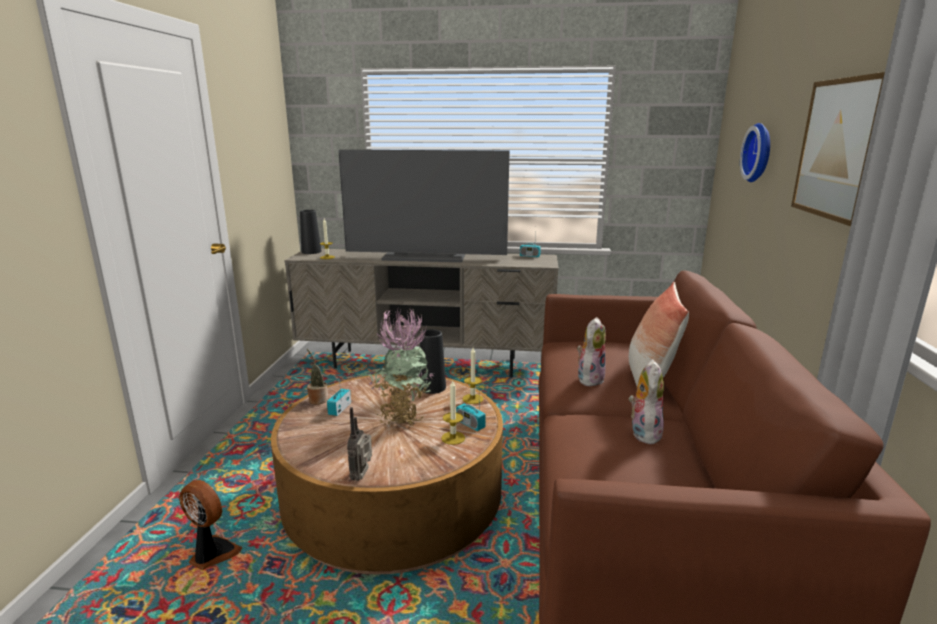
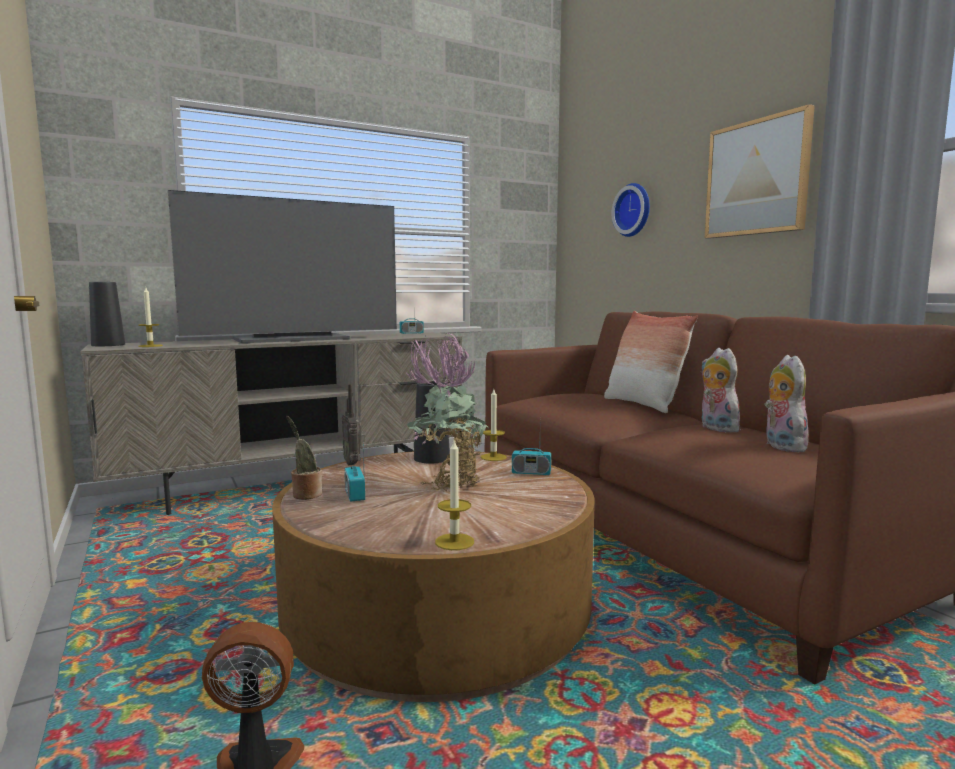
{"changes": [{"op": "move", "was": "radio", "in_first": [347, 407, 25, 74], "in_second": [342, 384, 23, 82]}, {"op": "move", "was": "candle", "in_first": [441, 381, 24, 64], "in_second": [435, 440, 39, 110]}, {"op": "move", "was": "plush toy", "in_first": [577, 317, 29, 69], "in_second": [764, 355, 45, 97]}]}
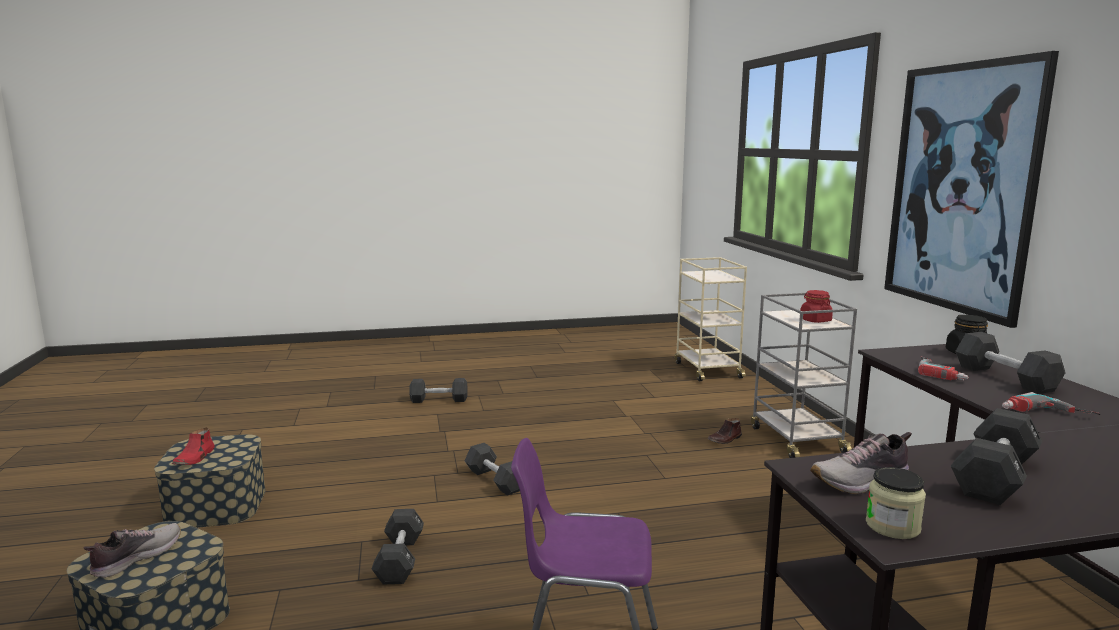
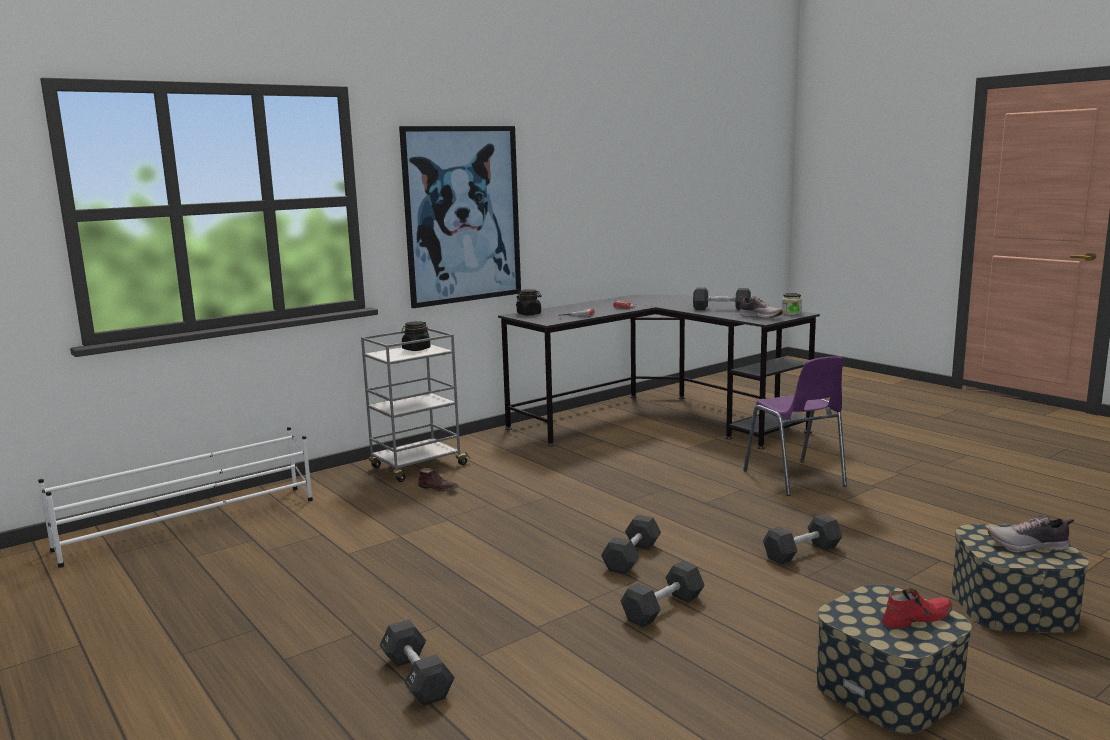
{"changes": [{"op": "replace", "was": "sand-coloured cart", "now": "white shoe rack", "in_first": [675, 257, 72, 124], "in_second": [38, 427, 275, 141]}, {"op": "recolor", "was": "red-coloured storage jar", "now": "blackish storage jar", "in_first": [800, 290, 33, 33], "in_second": [401, 321, 29, 30]}, {"op": "move", "was": "blackish free weight", "in_first": [956, 332, 110, 62], "in_second": [621, 561, 84, 66]}]}
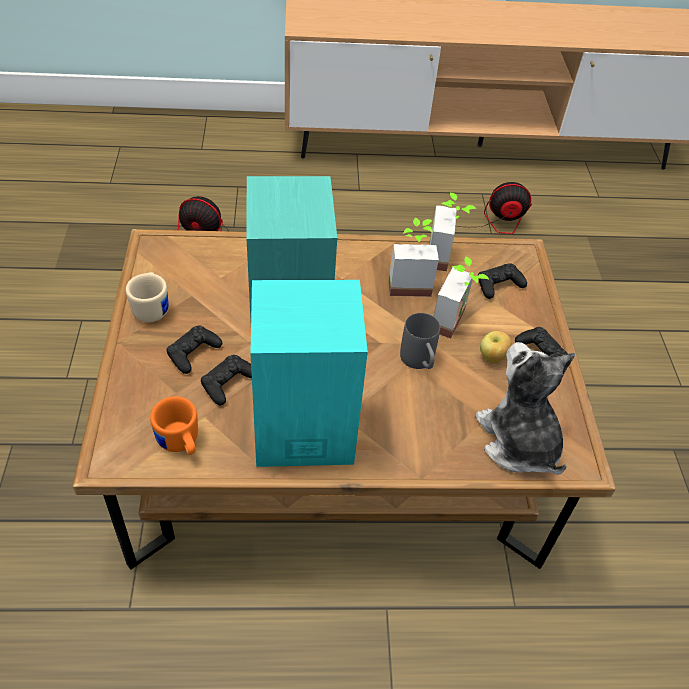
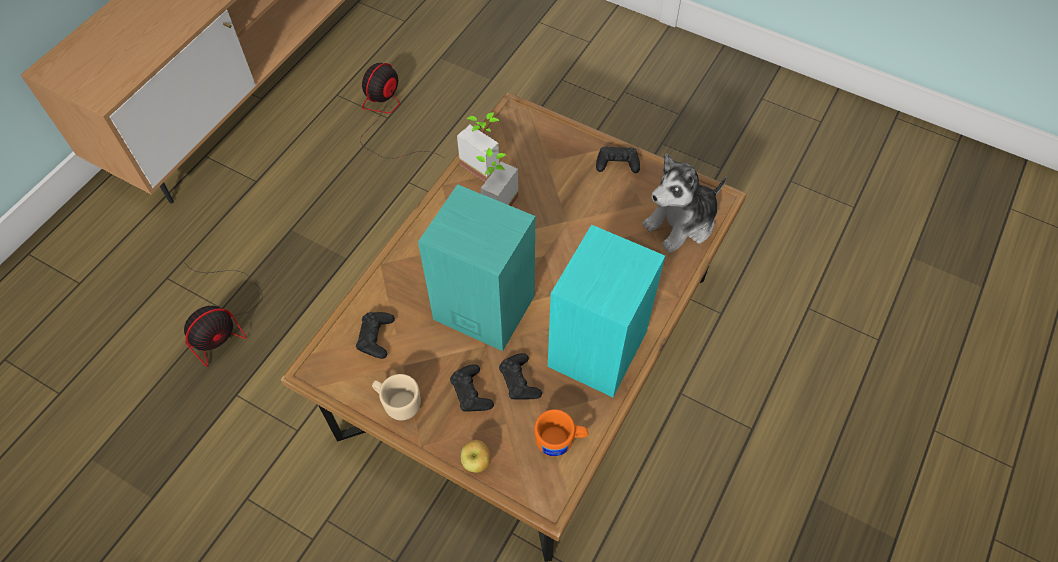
{"changes": [{"op": "delete", "was": "greyish coffee mug", "in_first": [400, 313, 40, 56]}, {"op": "delete", "was": "houseplant", "in_first": [433, 257, 56, 81]}, {"op": "rotate", "was": "plush toy", "in_first": [475, 342, 100, 133], "in_second": [642, 153, 85, 100], "clockwise": -45}, {"op": "move", "was": "blackish gamepad", "in_first": [478, 264, 49, 35], "in_second": [356, 312, 39, 47]}, {"op": "move", "was": "apple fruit", "in_first": [480, 331, 32, 33], "in_second": [461, 440, 30, 33]}]}
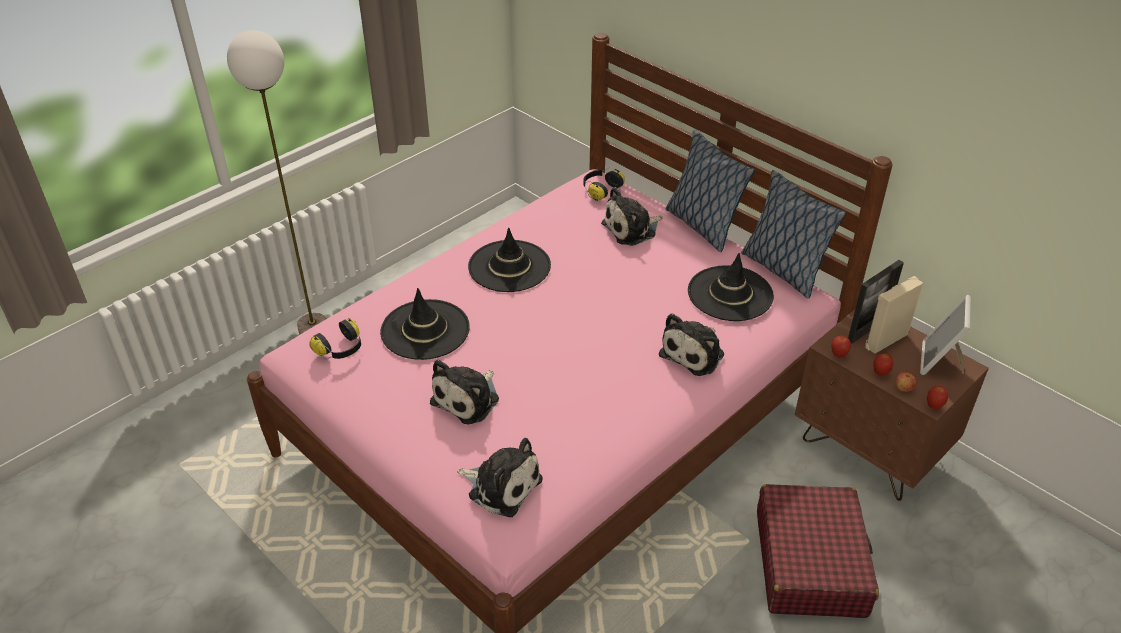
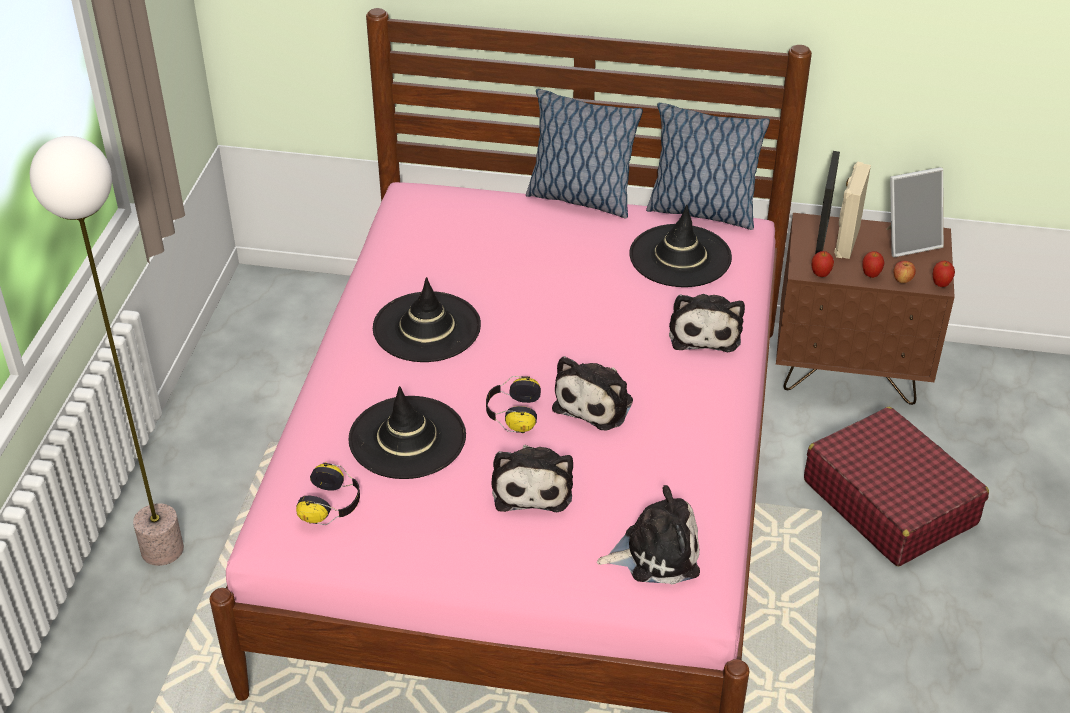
{"changes": [{"op": "move", "was": "pair of headphones", "in_first": [583, 167, 42, 34], "in_second": [486, 376, 55, 57]}, {"op": "move", "was": "plush toy", "in_first": [601, 187, 61, 59], "in_second": [552, 356, 81, 75]}, {"op": "rotate", "was": "standing frame", "in_first": [920, 295, 51, 80], "in_second": [886, 167, 58, 90], "clockwise": -90}]}
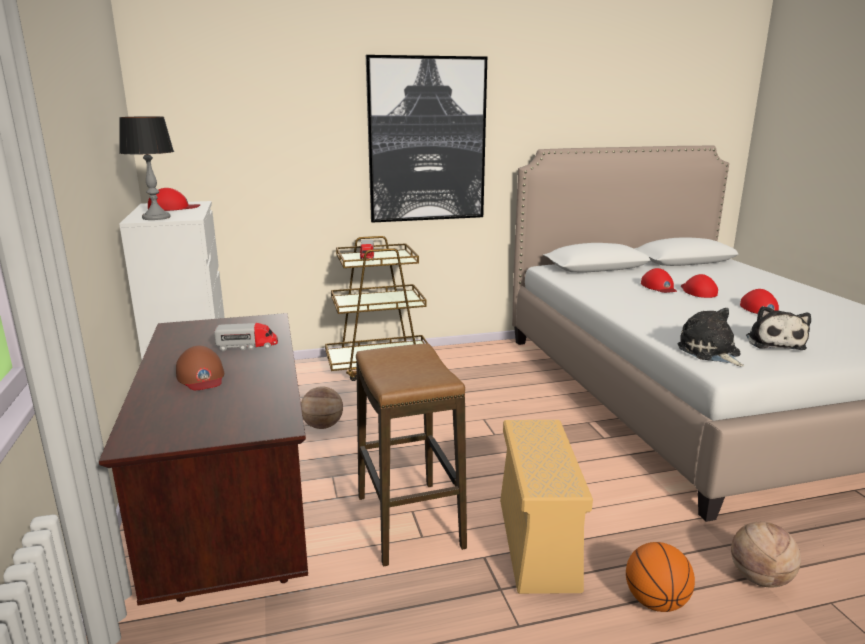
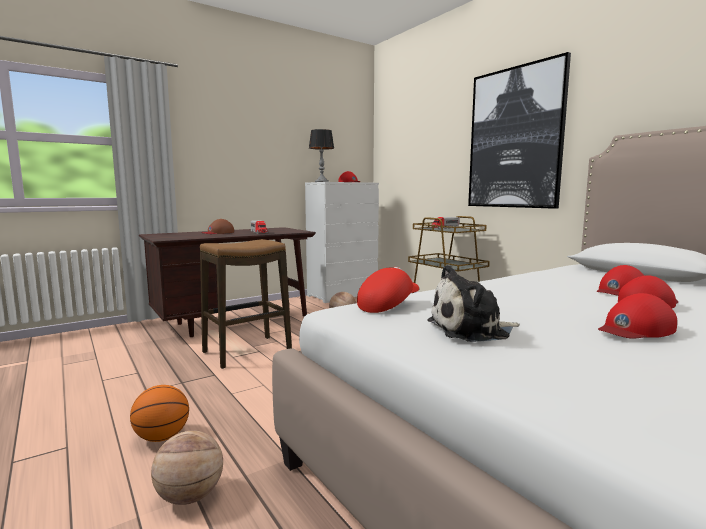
{"changes": [{"op": "delete", "was": "sand-coloured storage bin", "in_first": [500, 420, 93, 174]}, {"op": "replace", "was": "plush toy", "now": "red-coloured cap", "in_first": [678, 308, 66, 59], "in_second": [357, 267, 62, 46]}]}
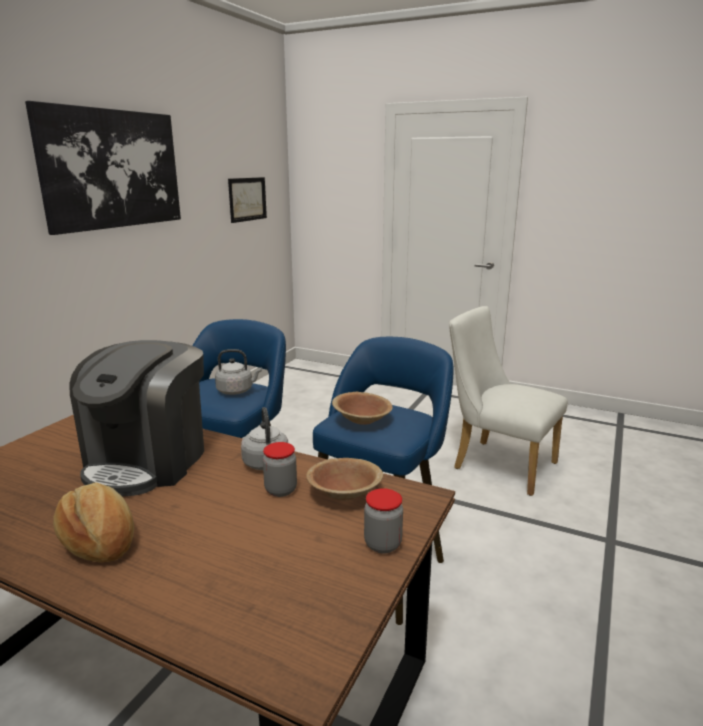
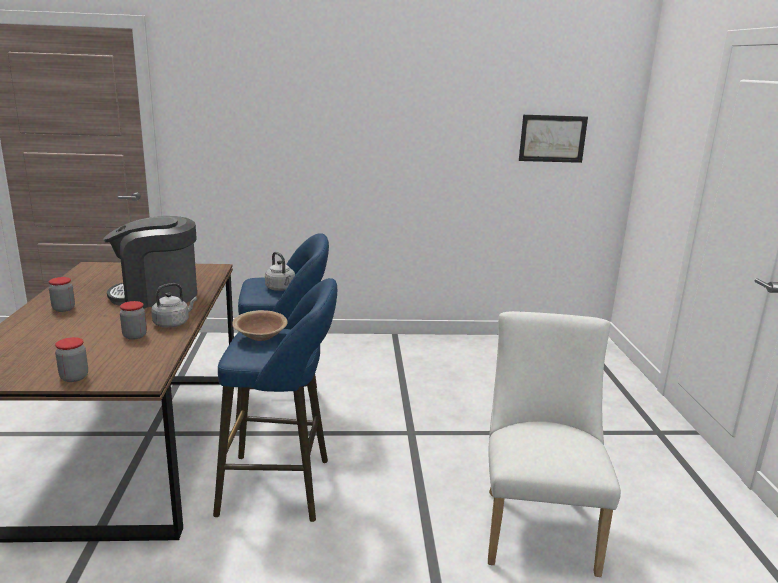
{"changes": [{"op": "delete", "was": "wall art", "in_first": [25, 101, 156, 134]}, {"op": "replace", "was": "bread", "now": "storage jar", "in_first": [53, 482, 81, 80], "in_second": [49, 277, 26, 35]}, {"op": "delete", "was": "brownish deep dish", "in_first": [306, 458, 77, 43]}]}
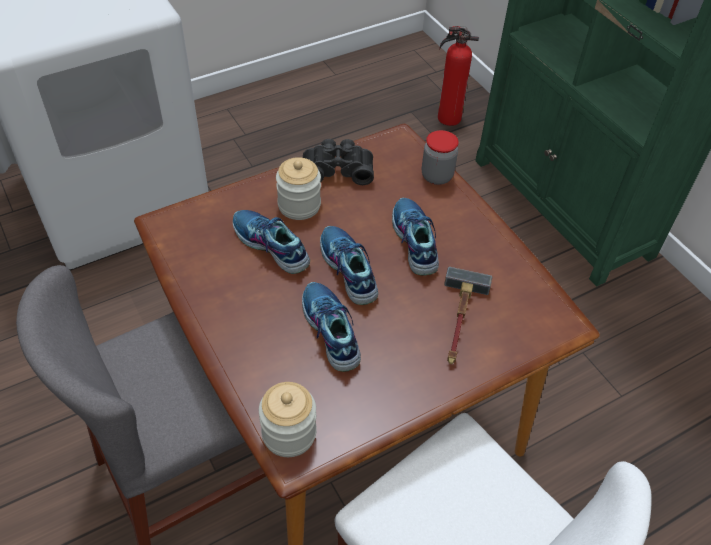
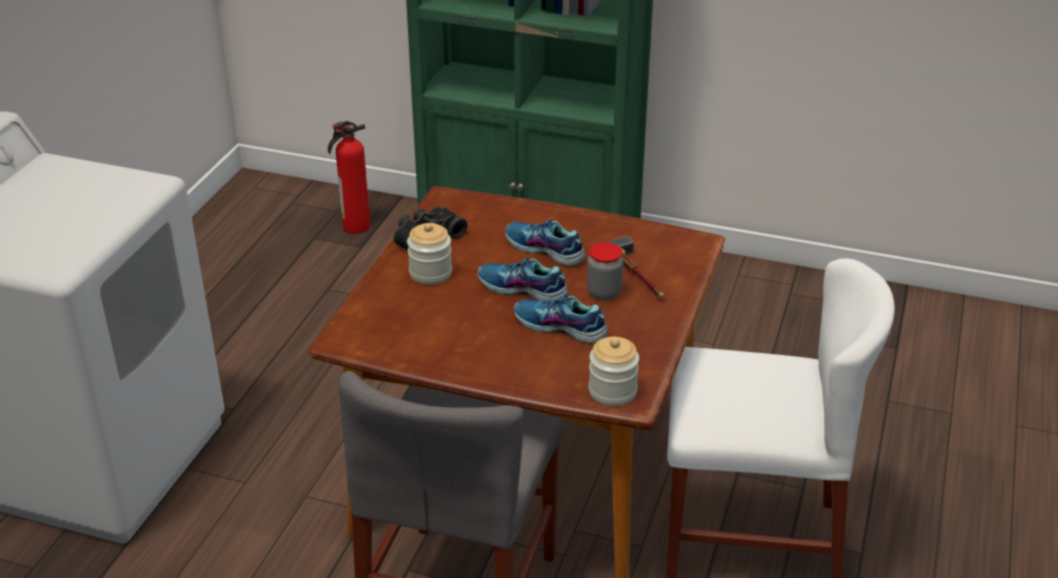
{"changes": [{"op": "delete", "was": "shoe", "in_first": [233, 210, 77, 64]}, {"op": "move", "was": "storage jar", "in_first": [422, 130, 36, 55], "in_second": [587, 243, 36, 57]}]}
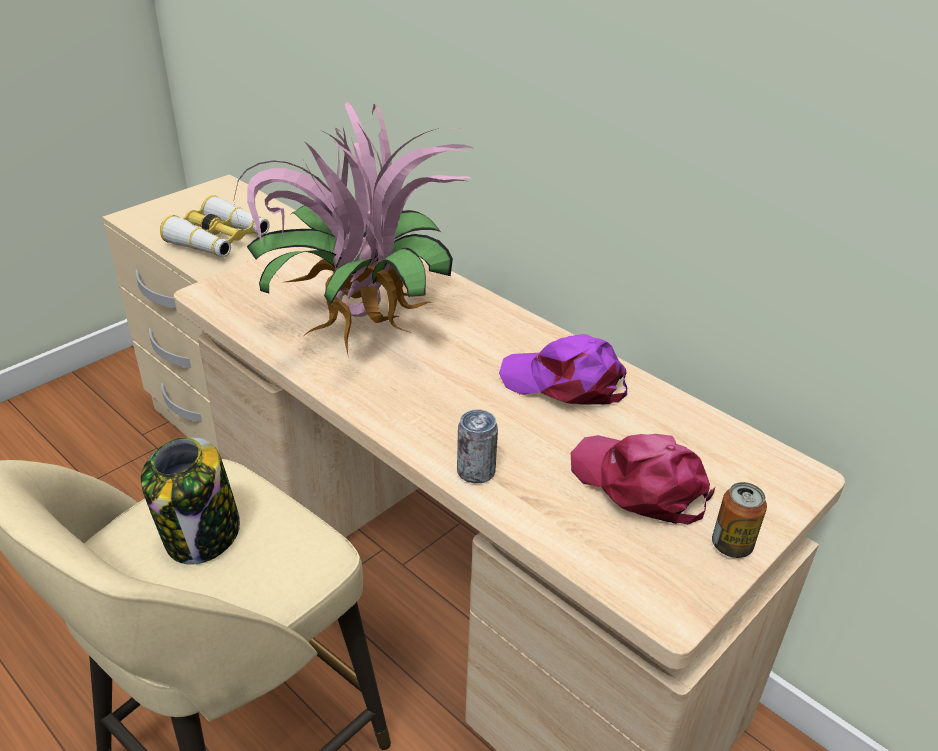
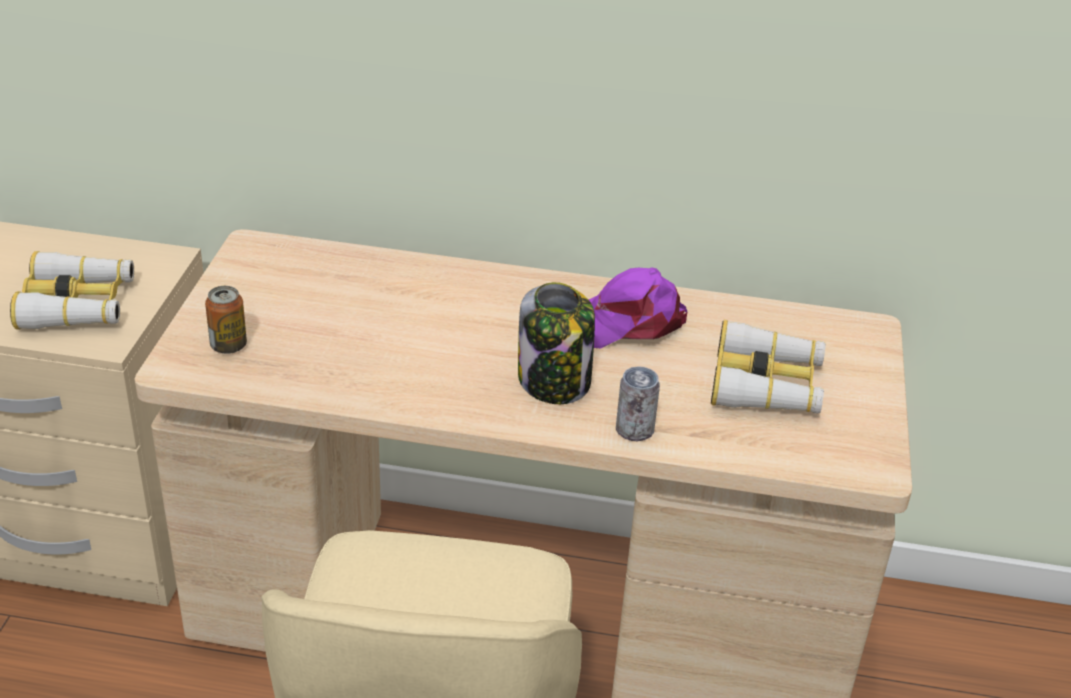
{"changes": [{"op": "move", "was": "storage jar", "in_first": [141, 437, 99, 128], "in_second": [518, 282, 77, 122]}, {"op": "delete", "was": "houseplant", "in_first": [233, 102, 242, 252]}, {"op": "replace", "was": "pinkish cap", "now": "binoculars", "in_first": [571, 434, 144, 91], "in_second": [711, 320, 115, 94]}, {"op": "move", "was": "can", "in_first": [712, 482, 55, 76], "in_second": [205, 286, 42, 68]}]}
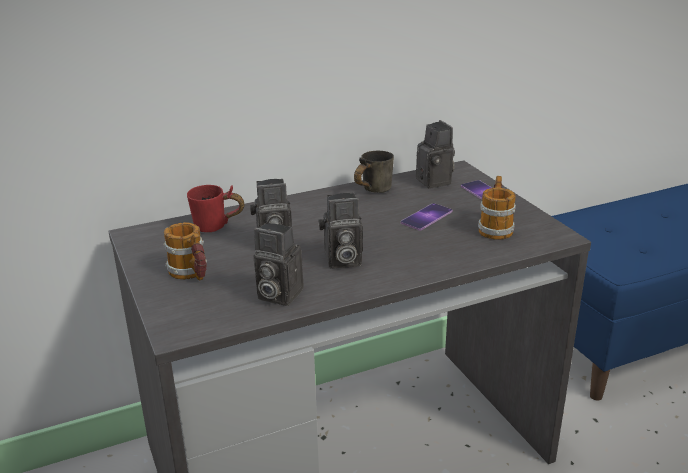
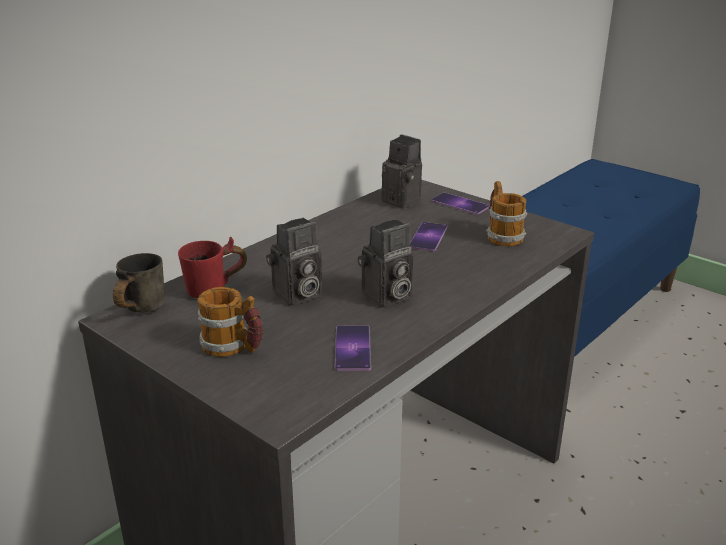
{"changes": [{"op": "replace", "was": "still camera", "now": "phone", "in_first": [254, 222, 50, 84], "in_second": [335, 326, 36, 45]}, {"op": "move", "was": "greyish coffee mug", "in_first": [354, 151, 40, 42], "in_second": [113, 253, 52, 60]}]}
